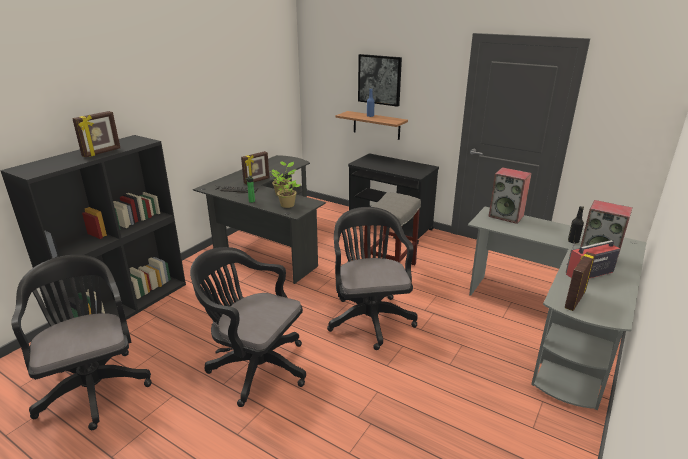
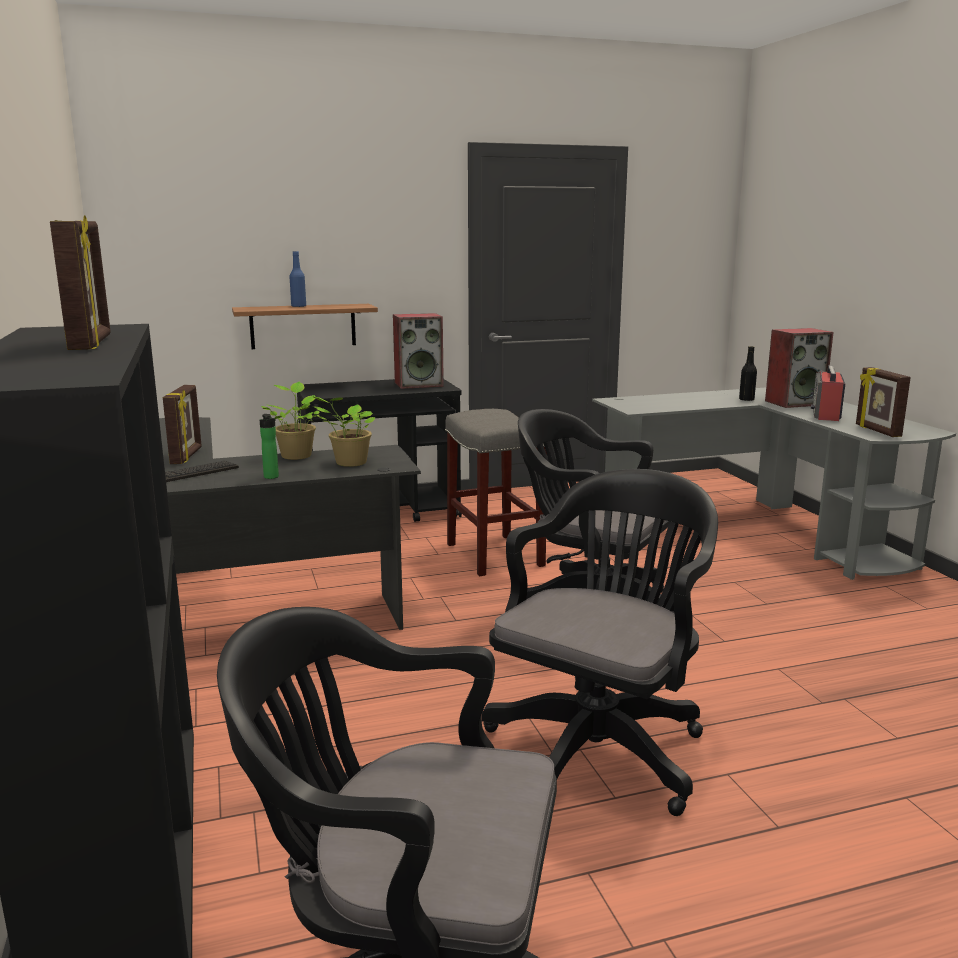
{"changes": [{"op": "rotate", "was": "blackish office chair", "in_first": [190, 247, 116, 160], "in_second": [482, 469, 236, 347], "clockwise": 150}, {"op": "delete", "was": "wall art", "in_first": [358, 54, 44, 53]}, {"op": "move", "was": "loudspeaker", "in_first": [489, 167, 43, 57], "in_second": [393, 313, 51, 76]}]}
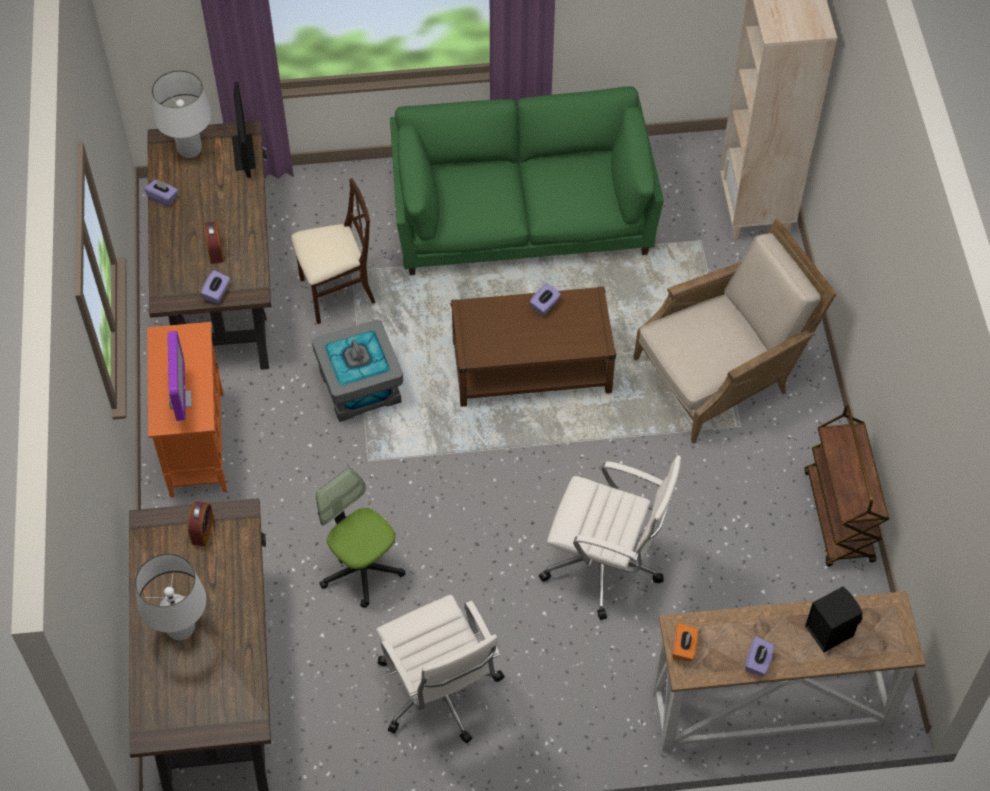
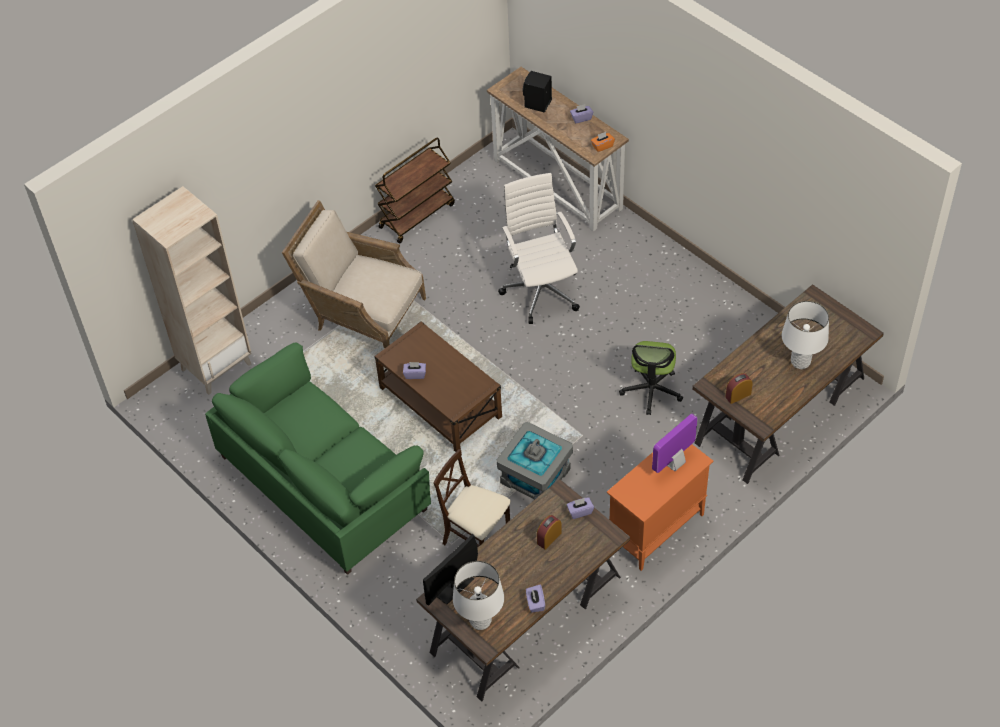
{"changes": [{"op": "delete", "was": "white office chair", "in_first": [376, 595, 129, 148]}]}
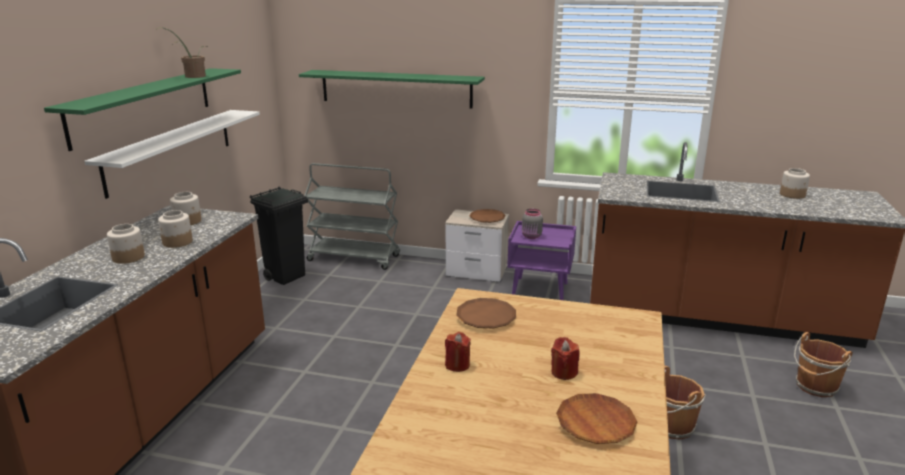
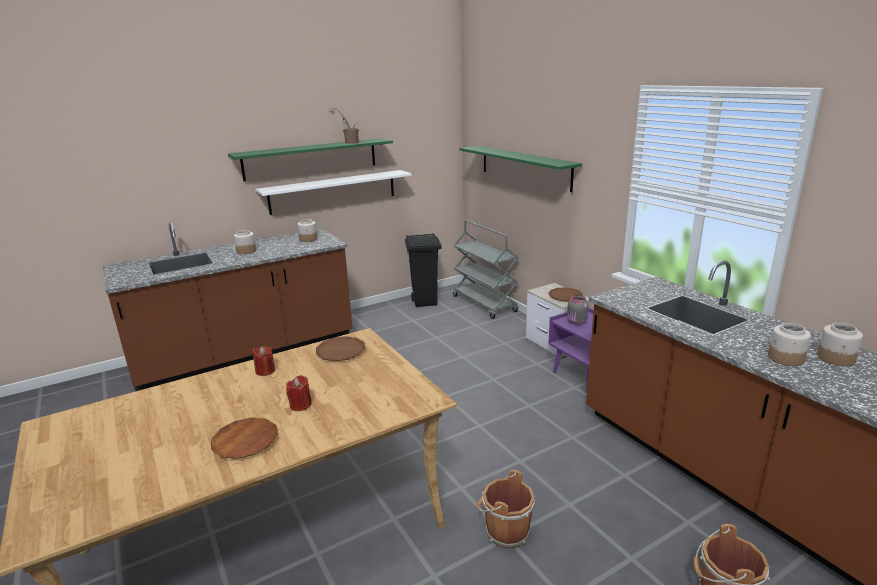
{"changes": [{"op": "move", "was": "storage jar", "in_first": [158, 210, 35, 38], "in_second": [768, 323, 43, 43]}]}
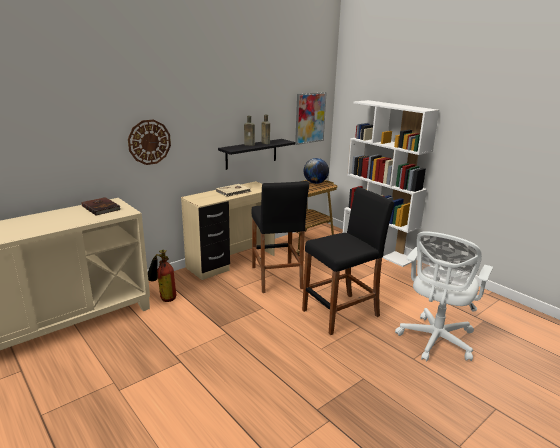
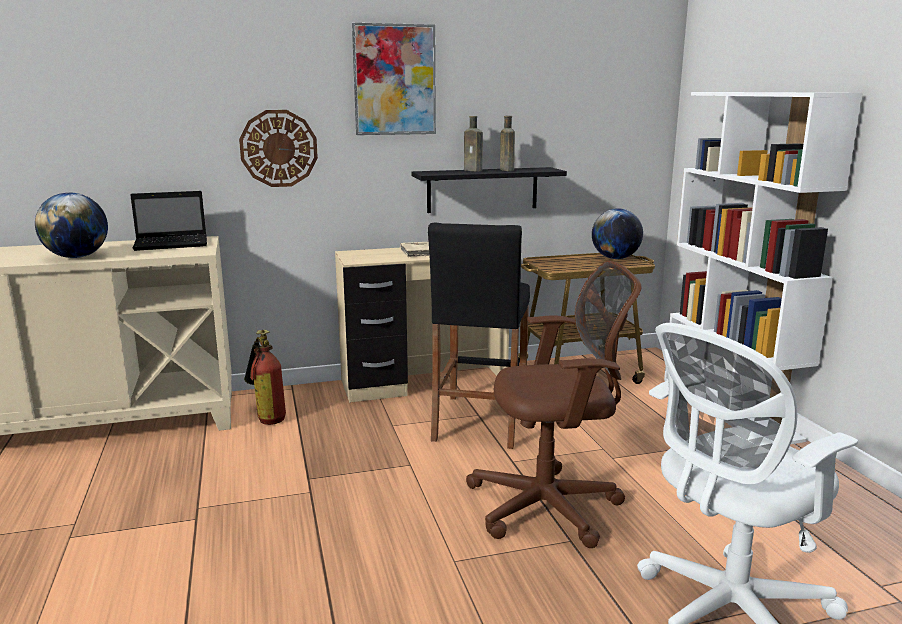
{"changes": [{"op": "replace", "was": "brownish bound book", "now": "notebook computer", "in_first": [81, 197, 40, 18], "in_second": [130, 191, 77, 60]}, {"op": "move", "was": "wall art", "in_first": [295, 92, 32, 53], "in_second": [352, 23, 84, 112]}, {"op": "replace", "was": "blackish stool", "now": "brownish office chair", "in_first": [302, 187, 92, 148], "in_second": [466, 260, 175, 288]}, {"op": "insert", "now": "world globe", "in_second": [35, 193, 73, 65]}]}
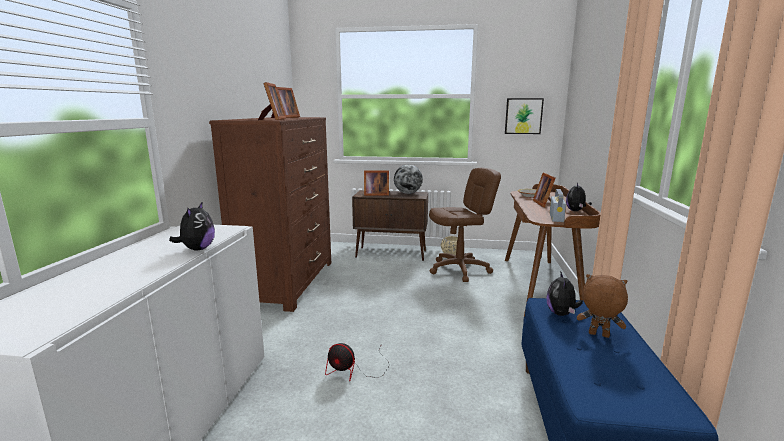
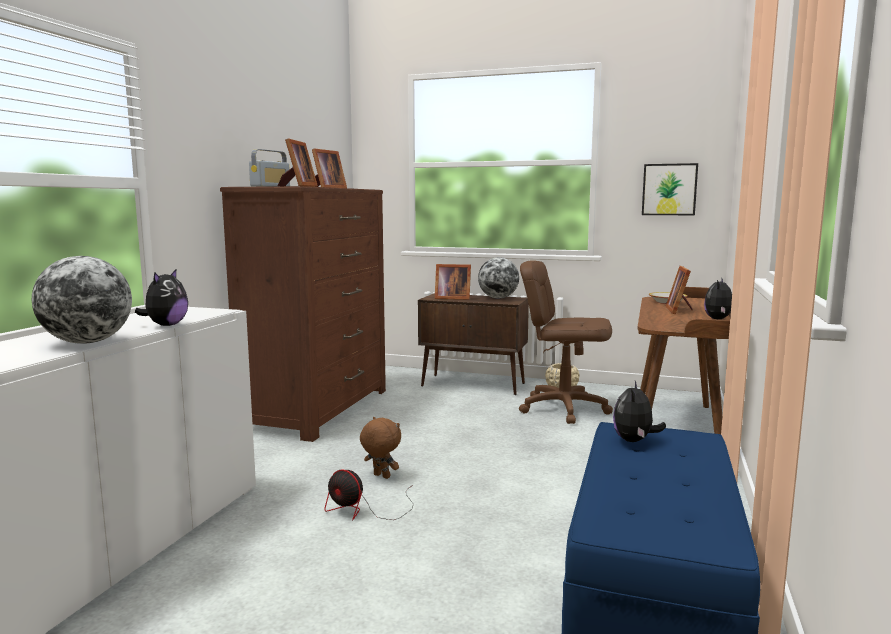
{"changes": [{"op": "rotate", "was": "brownish office chair", "in_first": [429, 168, 72, 114], "in_second": [519, 260, 94, 164], "clockwise": -150}, {"op": "move", "was": "radio", "in_first": [550, 189, 16, 33], "in_second": [249, 149, 41, 38]}, {"op": "move", "was": "brownish plush toy", "in_first": [577, 274, 51, 64], "in_second": [360, 417, 41, 62]}, {"op": "insert", "now": "world globe", "in_second": [32, 256, 100, 88]}]}
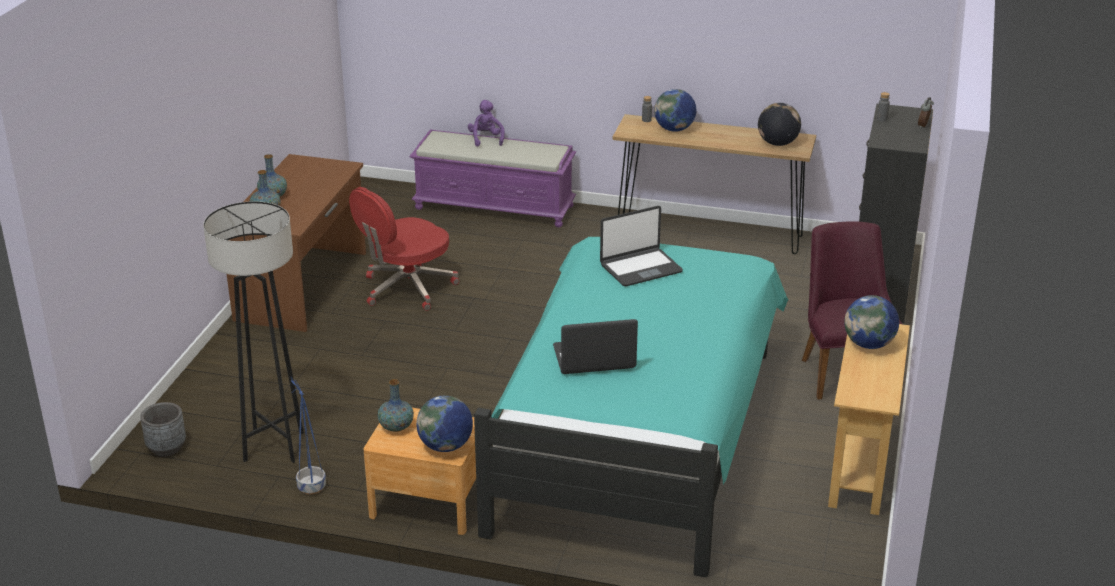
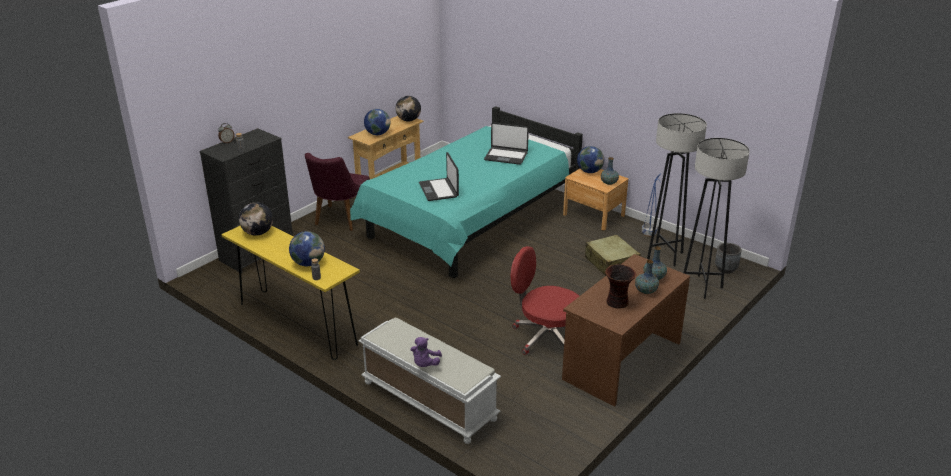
{"changes": [{"op": "rotate", "was": "red-coloured office chair", "in_first": [349, 187, 110, 124], "in_second": [511, 246, 68, 109], "clockwise": -135}, {"op": "recolor", "was": "purplish long seat", "now": "white long seat", "in_first": [409, 129, 167, 98], "in_second": [358, 318, 143, 126]}, {"op": "rotate", "was": "notebook computer", "in_first": [600, 206, 83, 80], "in_second": [419, 152, 40, 49], "clockwise": -105}, {"op": "recolor", "was": "brownish hall table", "now": "yellowish hall table", "in_first": [613, 114, 203, 140], "in_second": [221, 226, 139, 134]}, {"op": "insert", "now": "world globe", "in_second": [395, 96, 26, 25]}, {"op": "insert", "now": "sand-coloured suitcase", "in_second": [585, 235, 55, 41]}, {"op": "insert", "now": "vase", "in_second": [605, 264, 31, 45]}, {"op": "insert", "now": "greyish floor lamp", "in_second": [683, 138, 67, 161]}]}
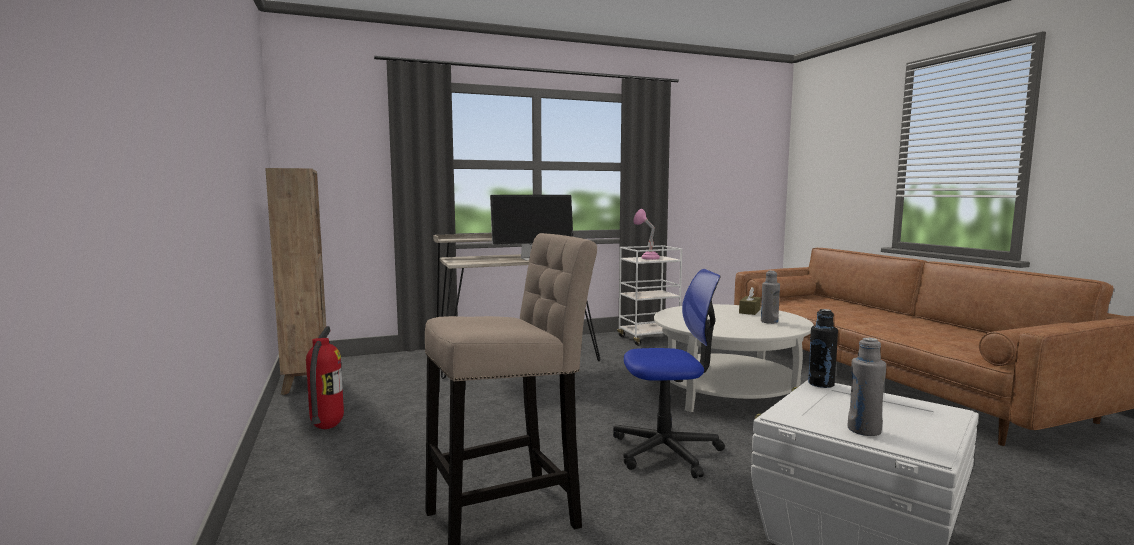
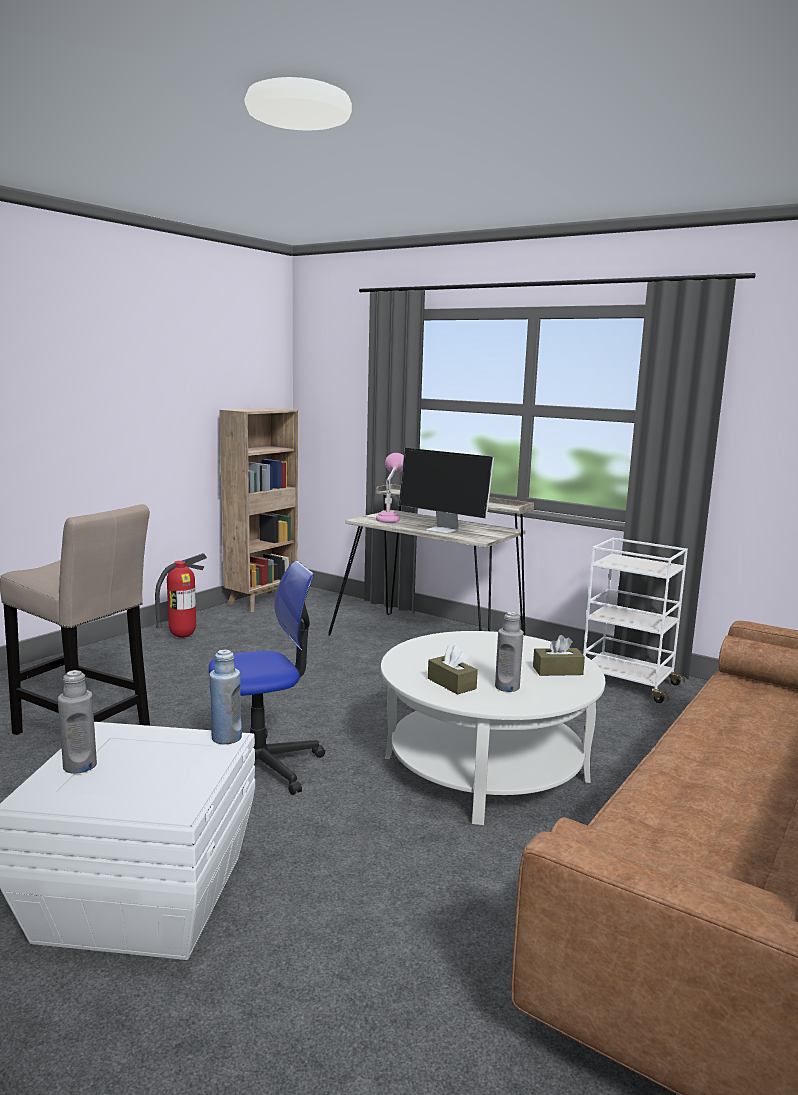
{"changes": [{"op": "rotate", "was": "office chair", "in_first": [613, 269, 112, 210], "in_second": [209, 561, 116, 234], "clockwise": -75}, {"op": "move", "was": "pinkish lamp for a table", "in_first": [633, 209, 27, 51], "in_second": [376, 453, 28, 70]}, {"op": "recolor", "was": "blackish bottle", "now": "blue bottle", "in_first": [808, 309, 30, 79], "in_second": [209, 650, 33, 94]}, {"op": "insert", "now": "brownish box of tissues", "in_second": [428, 645, 50, 50]}]}
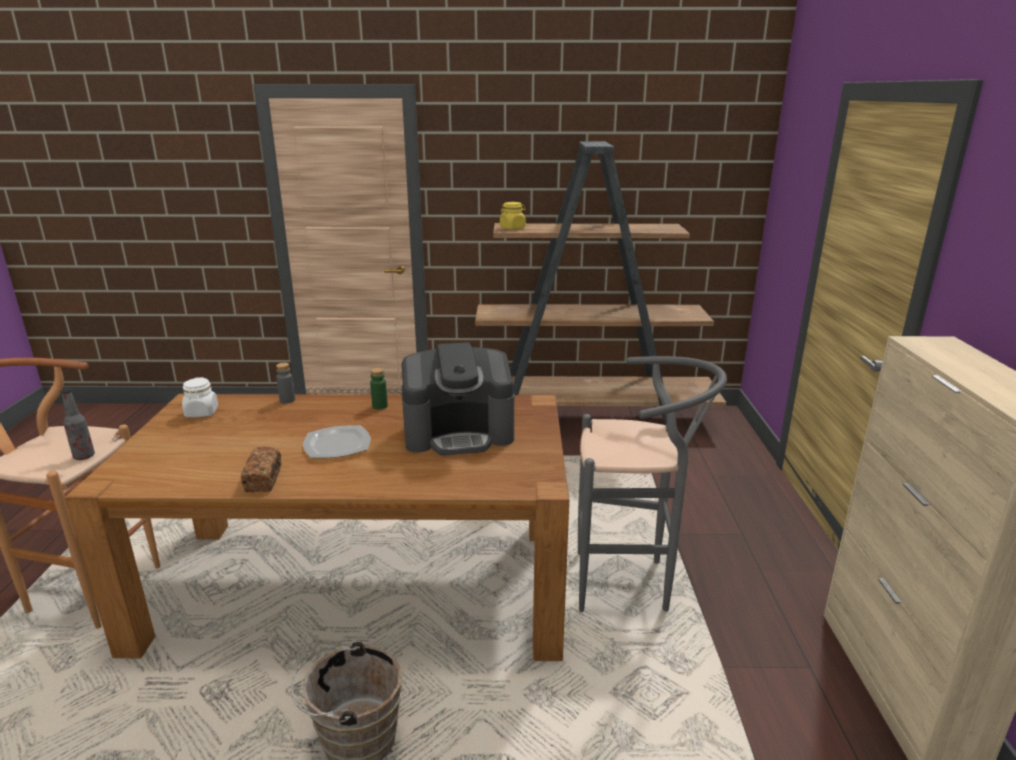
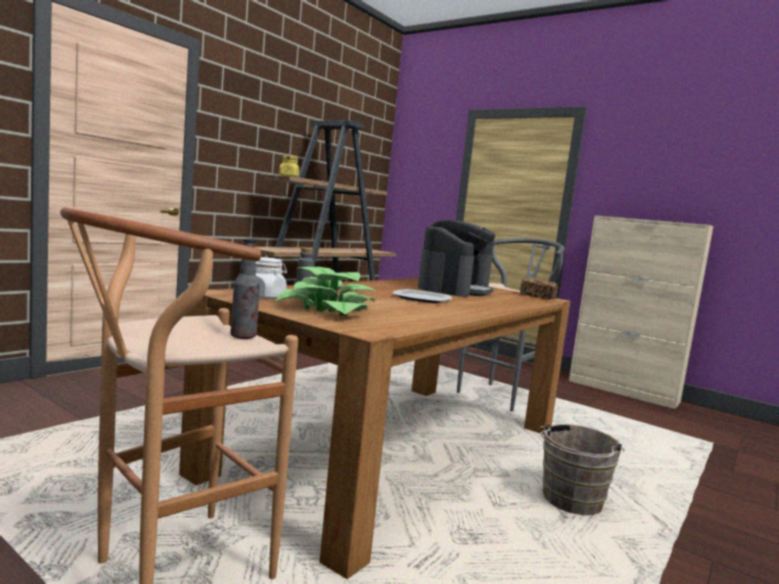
{"changes": [{"op": "move", "was": "bread", "in_first": [241, 447, 40, 46], "in_second": [520, 277, 38, 22]}, {"op": "delete", "was": "green bottle", "in_first": [370, 368, 18, 42]}, {"op": "insert", "now": "houseplant", "in_second": [274, 267, 103, 49]}]}
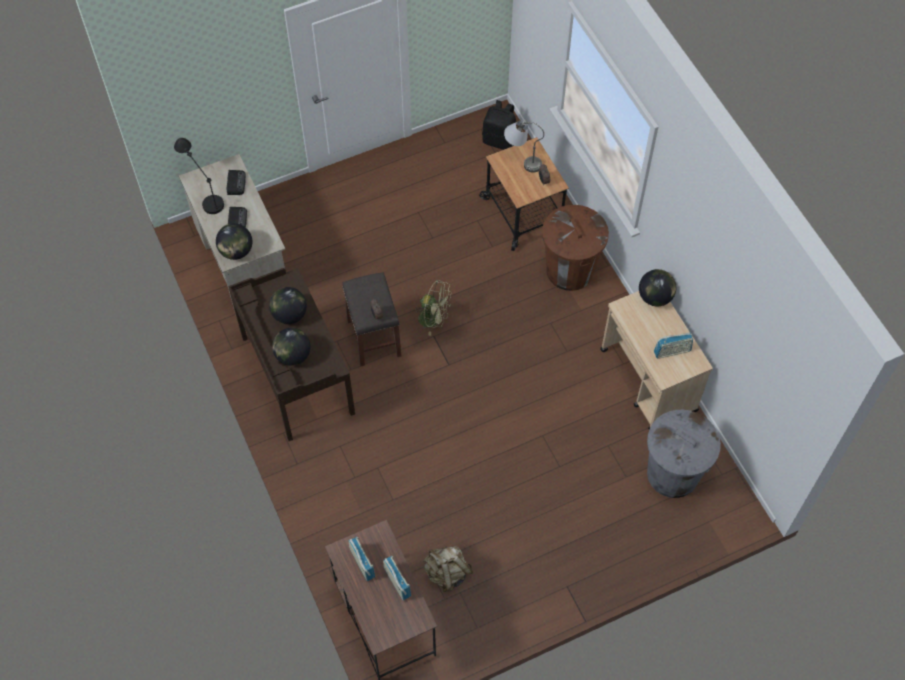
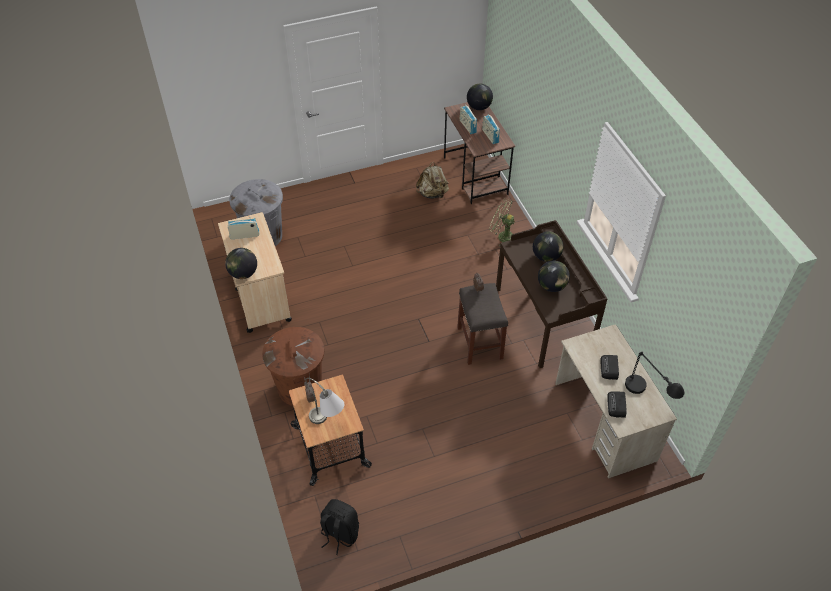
{"changes": [{"op": "move", "was": "world globe", "in_first": [216, 223, 36, 37], "in_second": [467, 84, 26, 26]}, {"op": "move", "was": "green cooling fan", "in_first": [416, 280, 36, 56], "in_second": [489, 199, 26, 46]}]}
